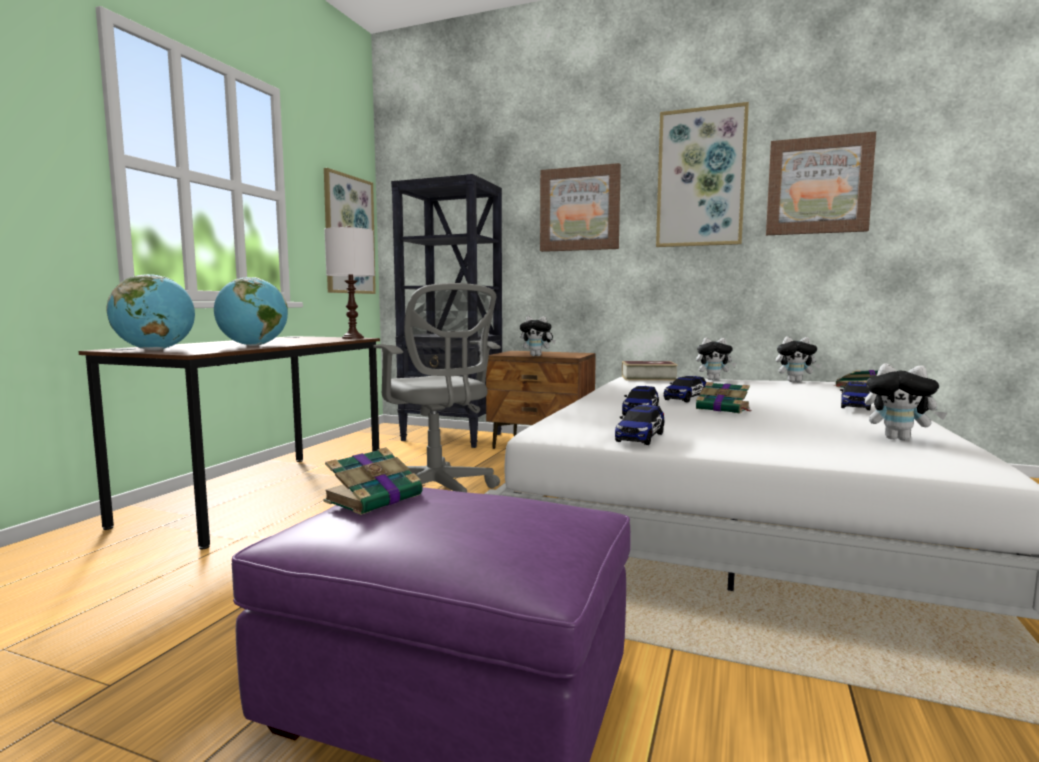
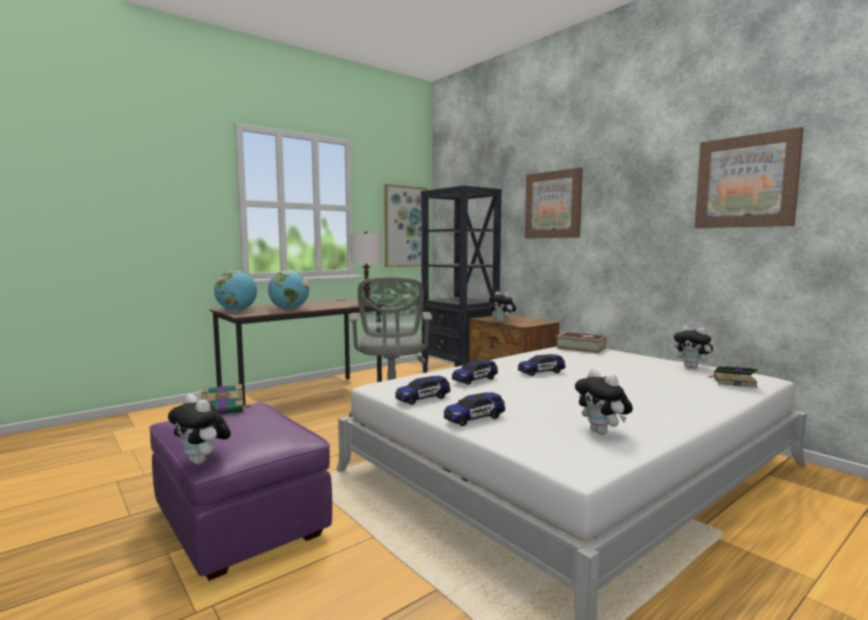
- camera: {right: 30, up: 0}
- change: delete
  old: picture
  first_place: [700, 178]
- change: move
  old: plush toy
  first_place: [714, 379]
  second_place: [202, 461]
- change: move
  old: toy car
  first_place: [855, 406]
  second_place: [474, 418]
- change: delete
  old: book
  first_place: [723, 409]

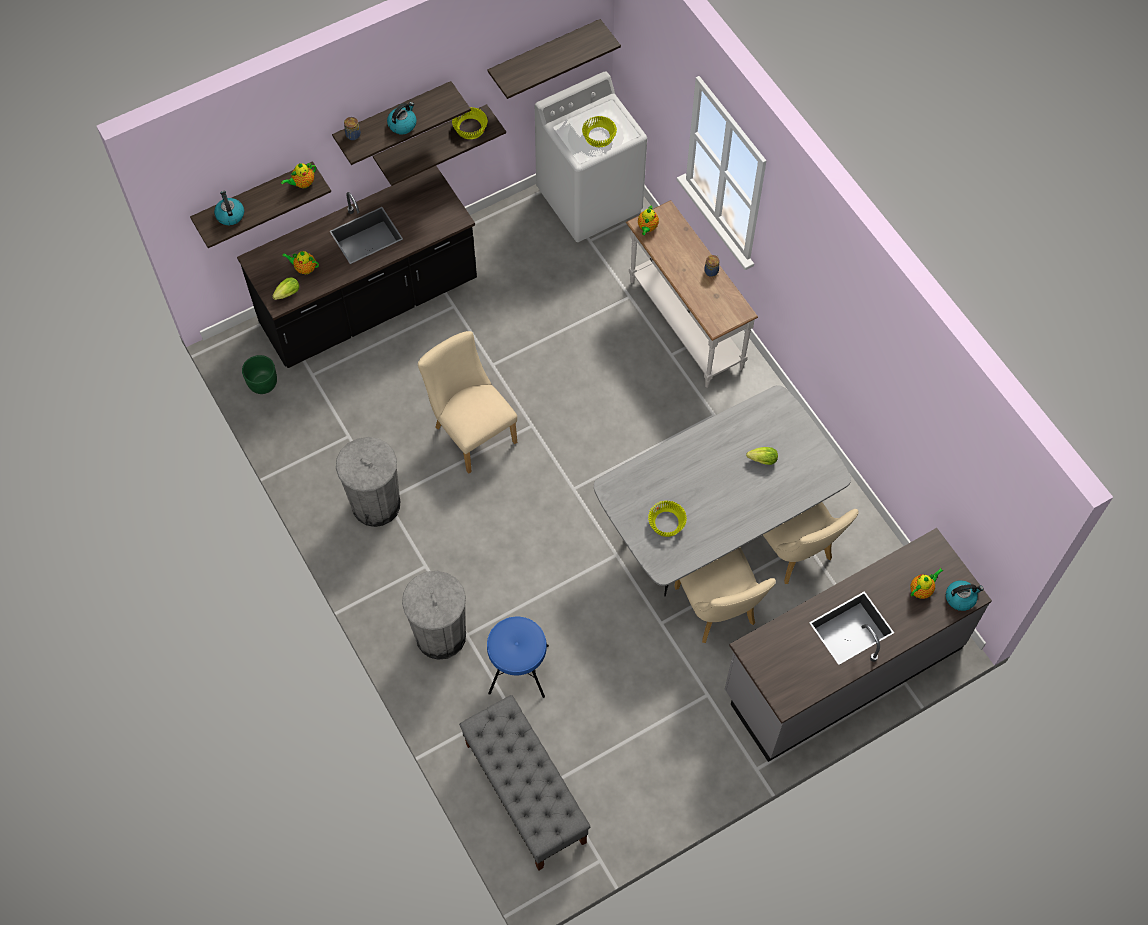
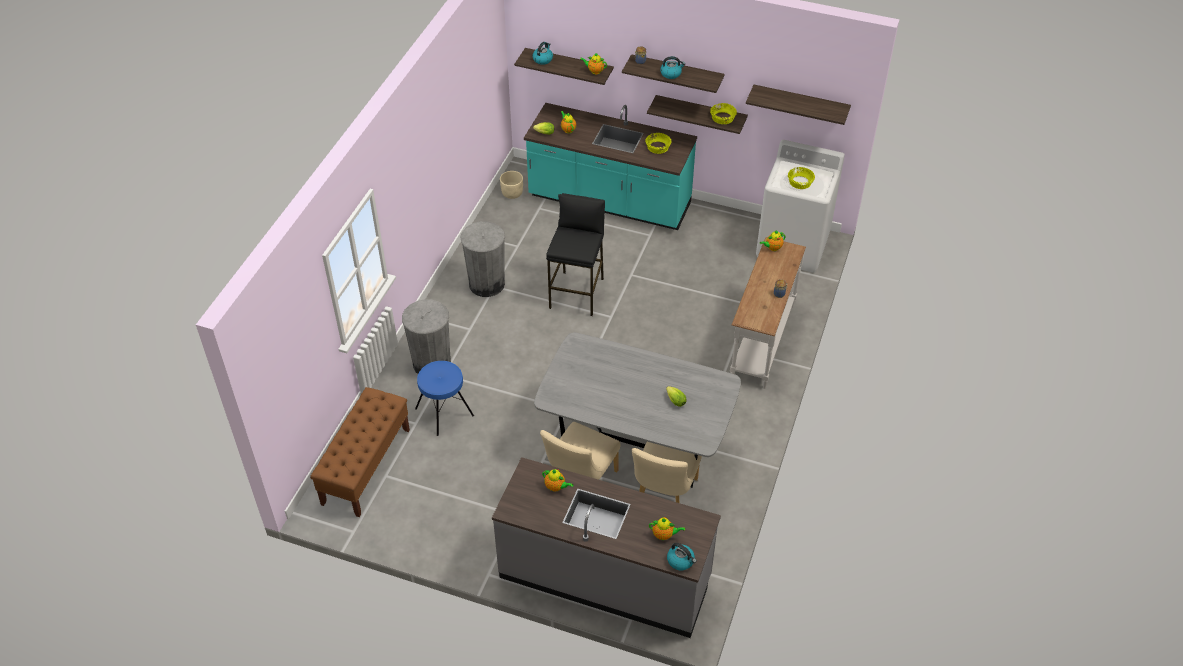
- camera: {right: 50, up: -15}
- change: recolor
  old: black counter
  new: turquoise counter
  first_place: [369, 304]
  second_place: [609, 202]
- change: replace
  old: beige chair
  new: black stool
  first_place: [471, 431]
  second_place: [577, 293]
- change: recolor
  old: green planter
  new: beige planter
  first_place: [262, 383]
  second_place: [512, 193]
- change: move
  old: yellow bowl
  first_place: [666, 522]
  second_place: [658, 147]
- change: recolor
  old: grey bench
  new: brown bench
  first_place: [525, 792]
  second_place: [366, 466]
- change: insert
  new: teapot
  second_place: [556, 487]

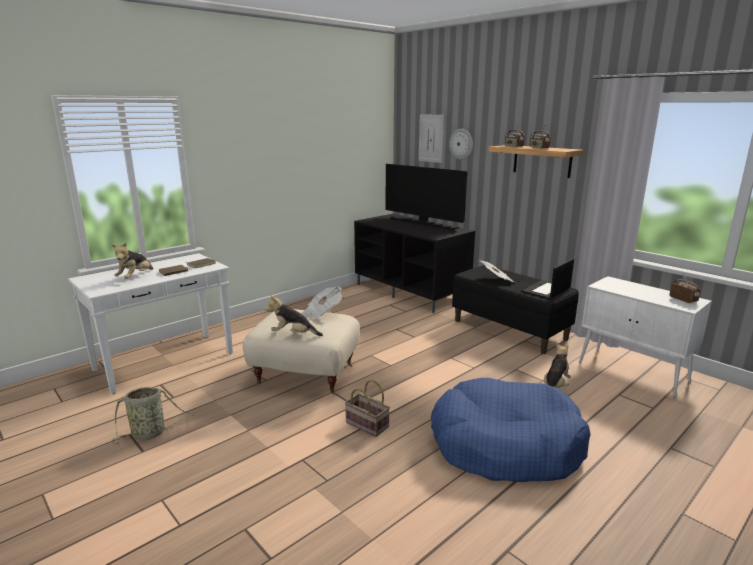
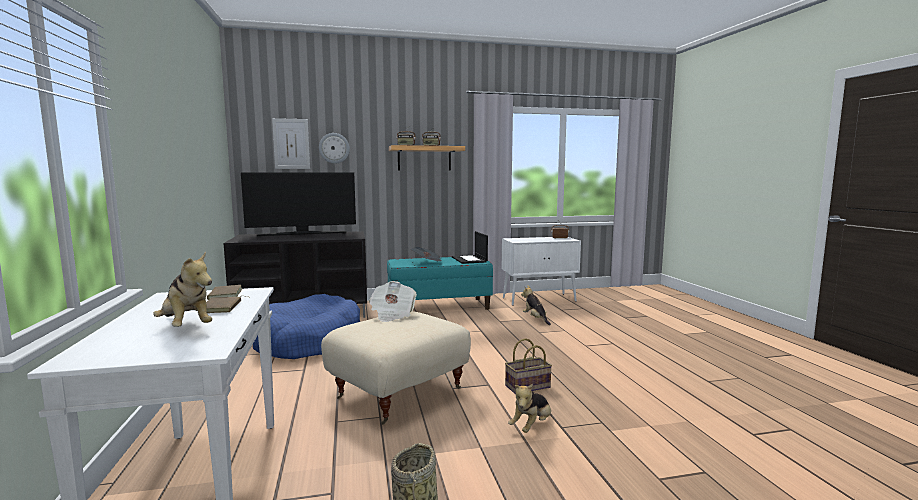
- camera: {right: -60, up: -10}
- change: recolor
  old: black bench
  new: turquoise bench
  first_place: [509, 329]
  second_place: [439, 306]
- change: move
  old: plush toy
  first_place: [293, 334]
  second_place: [531, 426]
- change: move
  old: blue dog bed
  first_place: [505, 445]
  second_place: [308, 341]

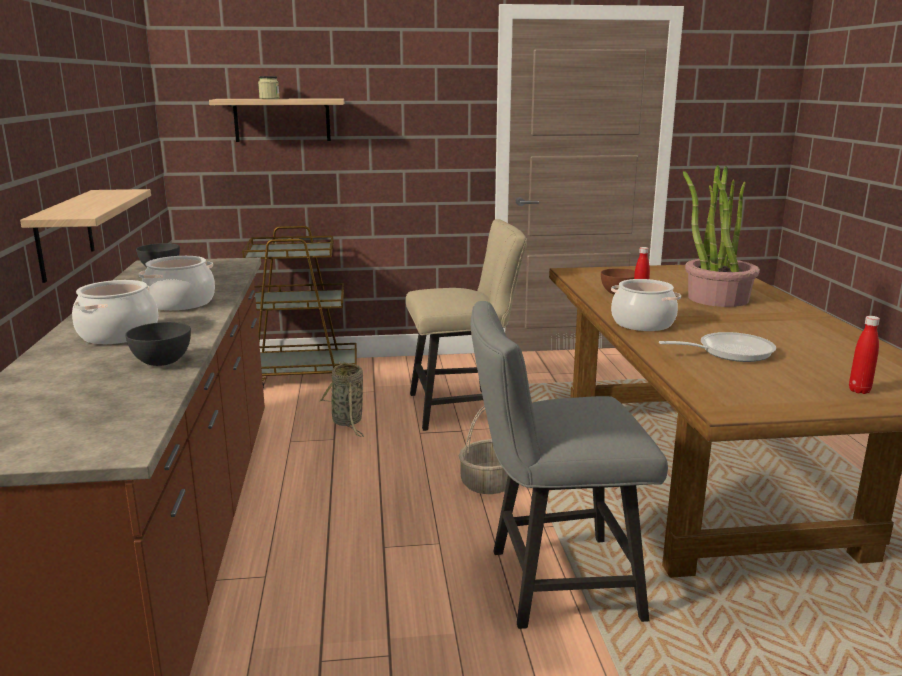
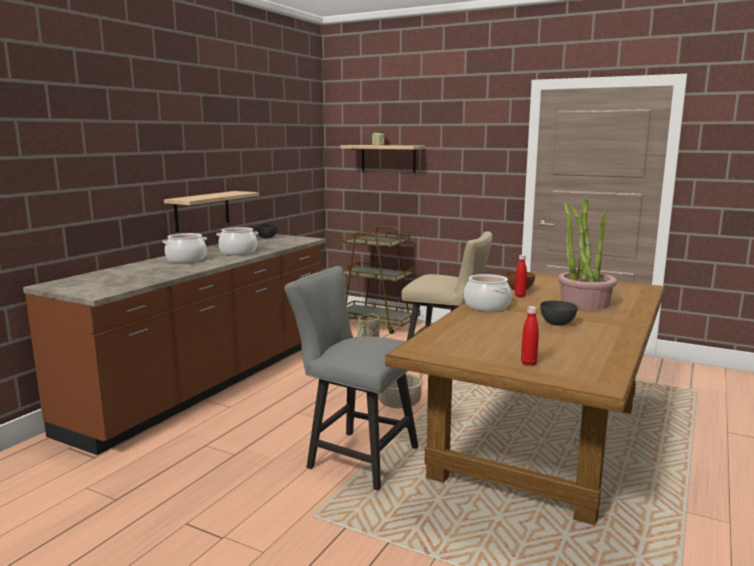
- camera: {right: 35, up: -5}
- change: move
  old: grey bowl
  first_place: [162, 362]
  second_place: [557, 323]
- change: delete
  old: frying pan
  first_place: [729, 352]

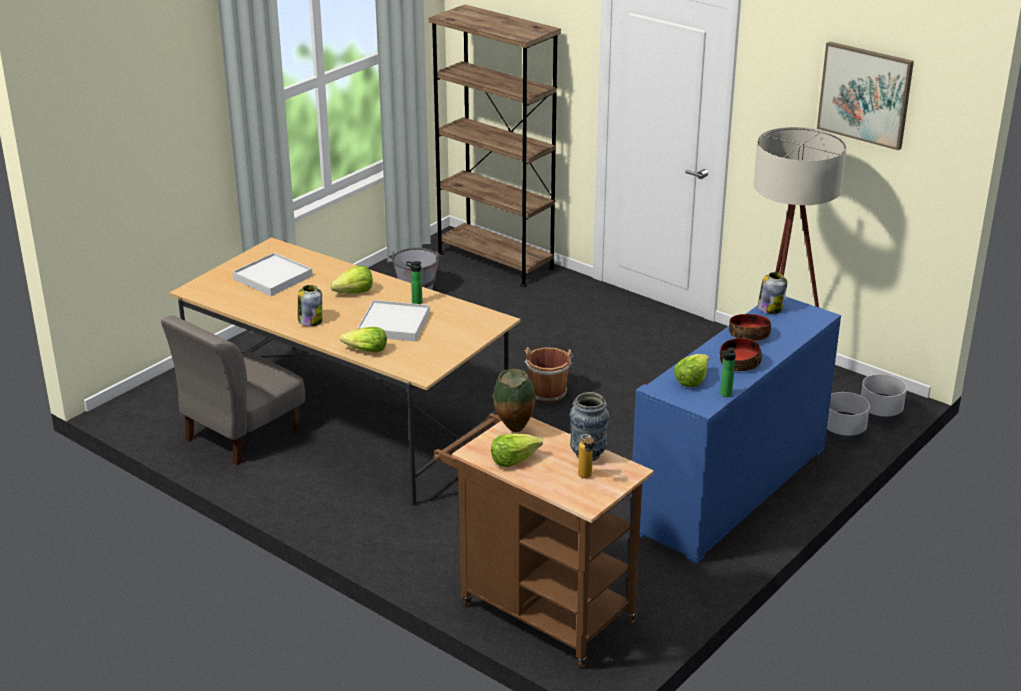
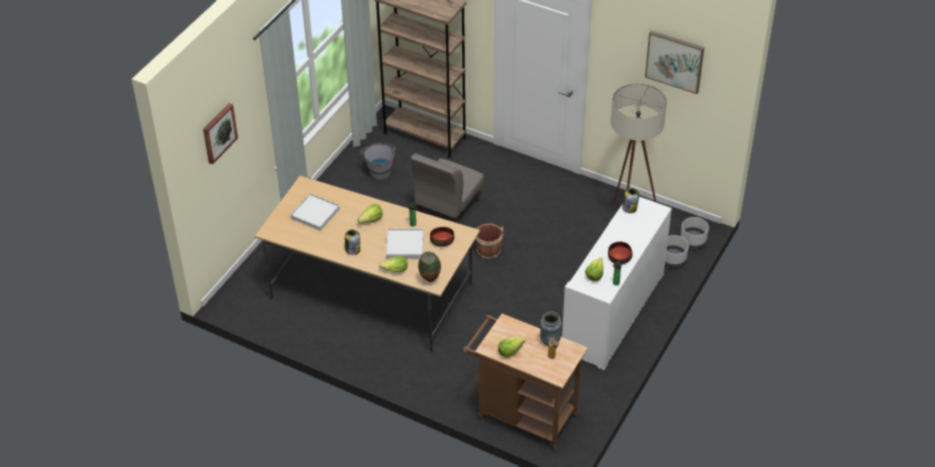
- camera: {right: -10, up: 15}
- change: recolor
  old: blue cabinet
  new: white cabinet
  first_place: [730, 489]
  second_place: [613, 313]
- change: move
  old: bowl
  first_place: [749, 335]
  second_place: [442, 240]
- change: move
  old: grey chair
  first_place: [241, 434]
  second_place: [447, 208]
- change: move
  old: vase
  first_place: [514, 430]
  second_place: [430, 281]
- change: insert
  new: picture
  second_place: [219, 133]

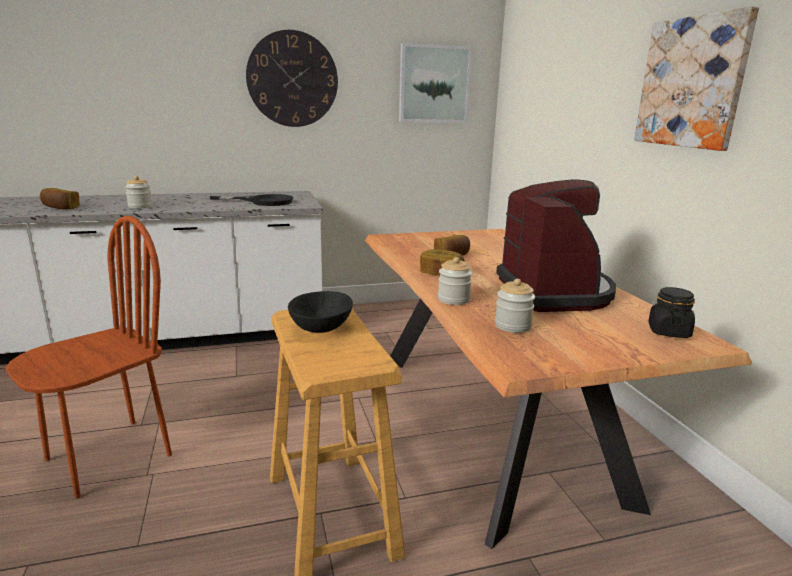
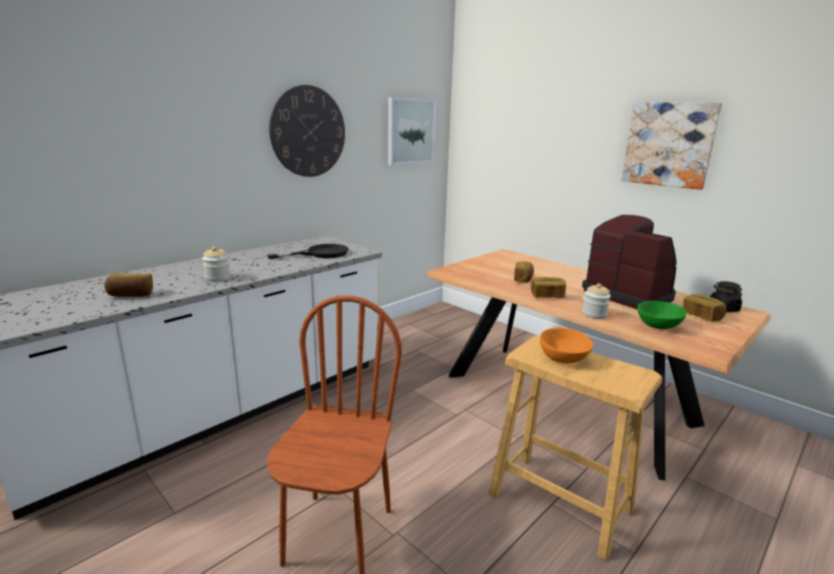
- camera: {right: -30, up: 0}
- change: replace
  old: jar
  new: green bowl
  first_place: [512, 326]
  second_place: [658, 325]
- change: recolor
  old: black bowl
  new: orange bowl
  first_place: [321, 327]
  second_place: [562, 357]
- change: insert
  new: bread
  second_place: [702, 316]

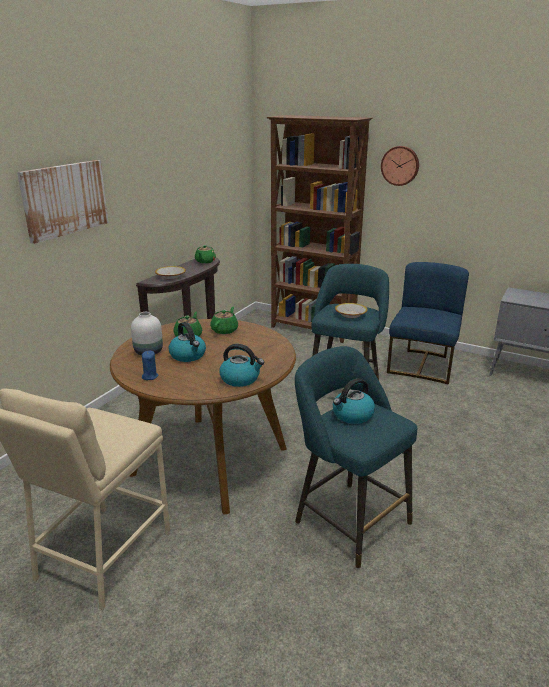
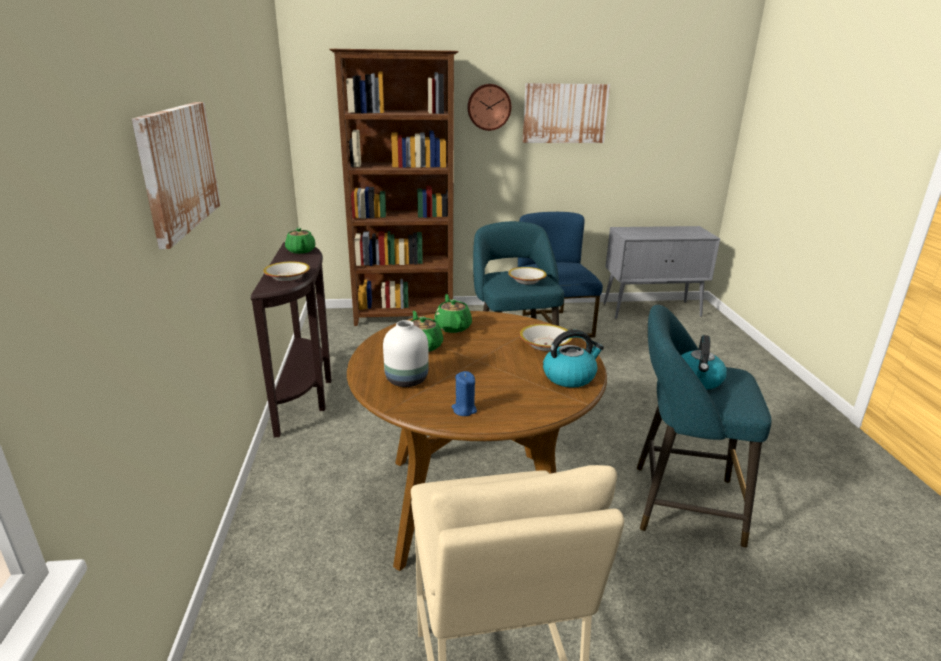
- camera: {right: -35, up: 0}
- change: delete
  old: kettle
  first_place: [188, 355]
- change: insert
  new: picture
  second_place: [565, 113]
- change: insert
  new: bowl
  second_place: [545, 345]

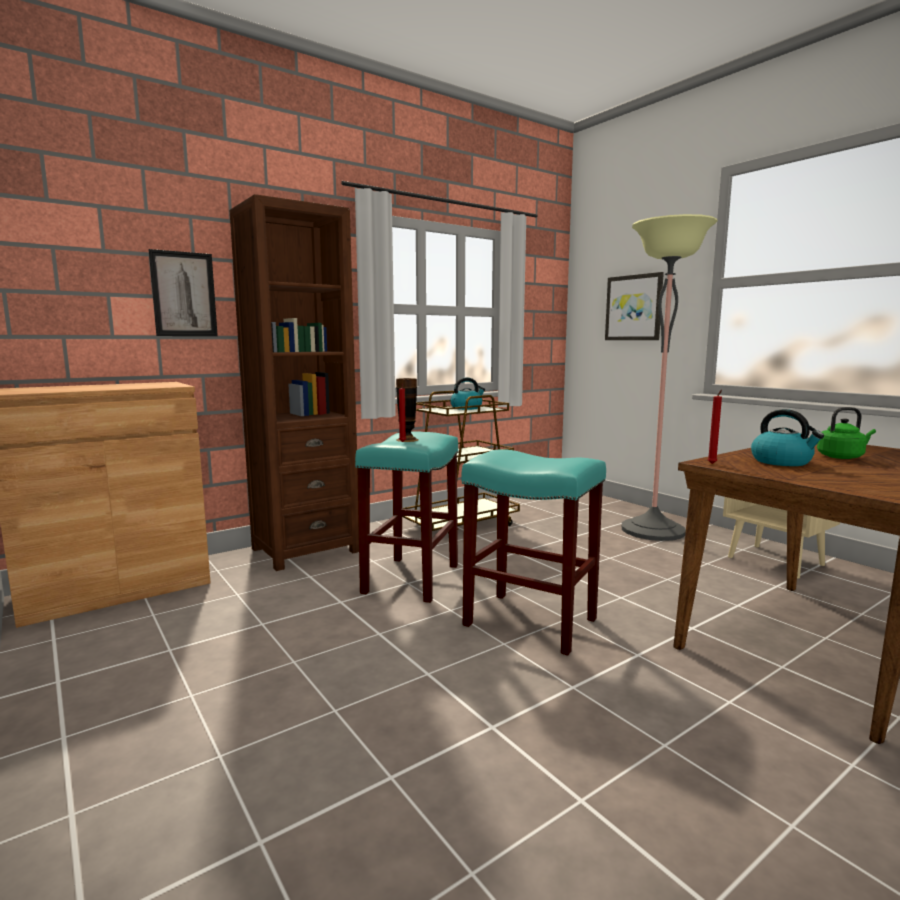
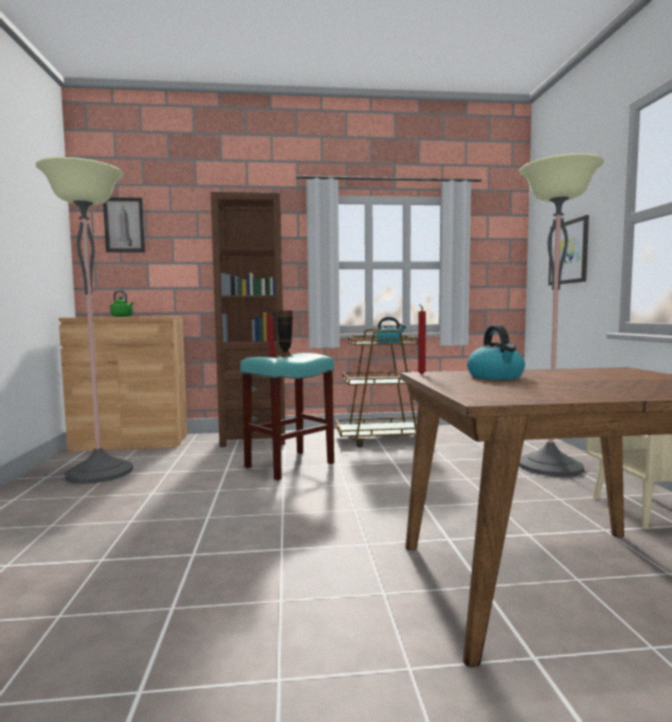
- camera: {right: 30, up: -5}
- change: move
  old: picture
  first_place: [184, 294]
  second_place: [124, 225]
- change: move
  old: green kettle
  first_place: [842, 457]
  second_place: [123, 316]
- change: delete
  old: turquoise stool
  first_place: [528, 622]
- change: insert
  new: floor lamp
  second_place: [99, 472]

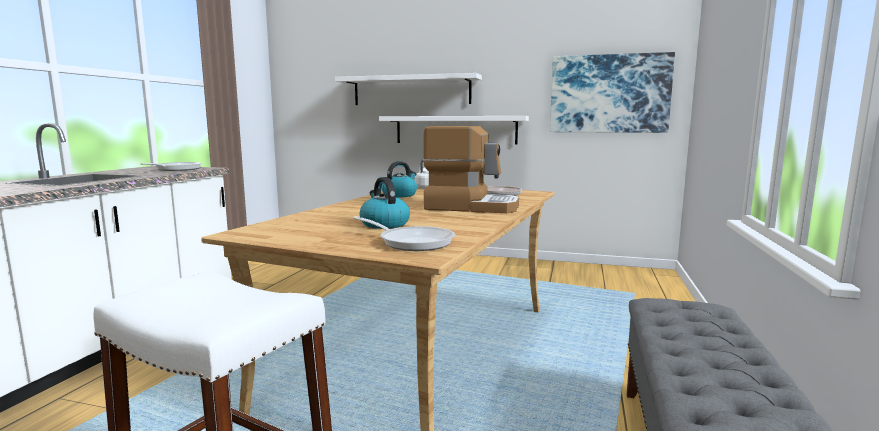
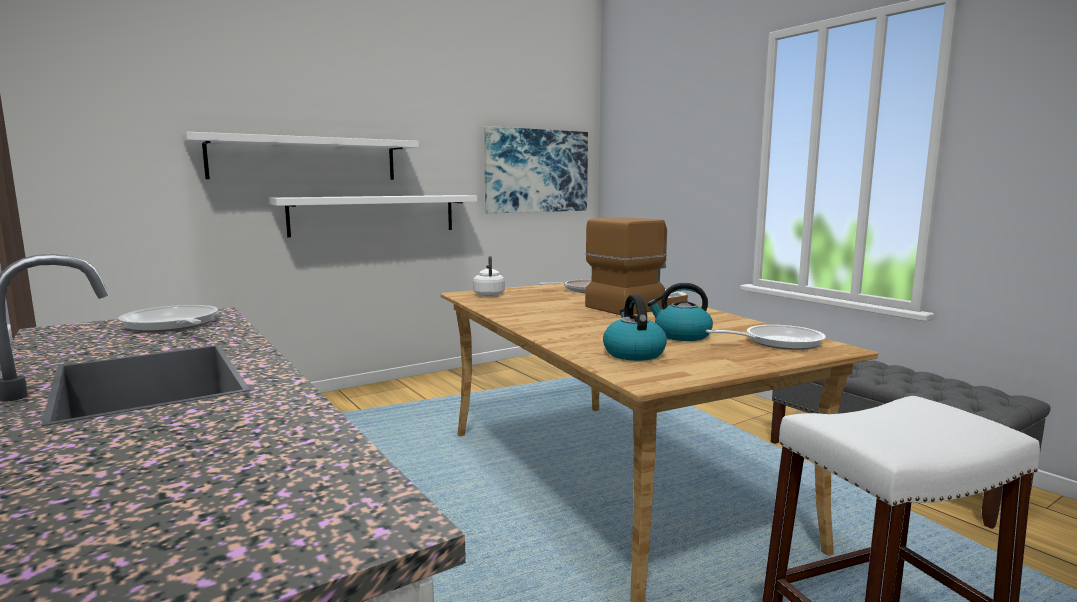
- camera: {right: -50, up: 0}
- change: move
  old: kettle
  first_place: [399, 195]
  second_place: [633, 353]

